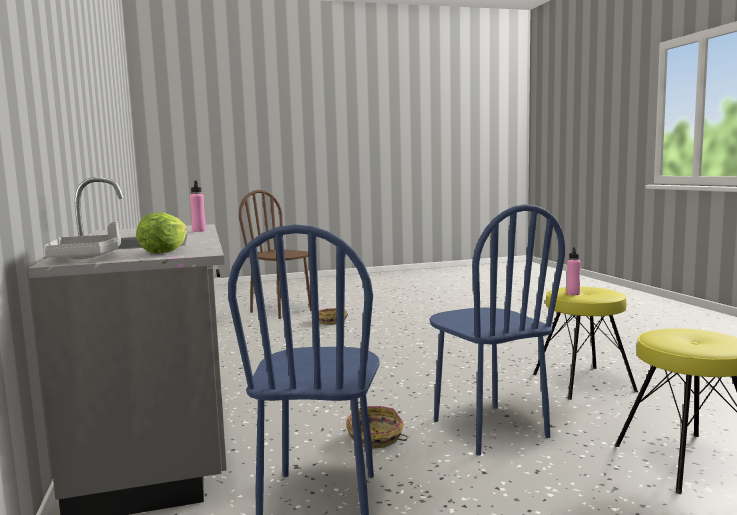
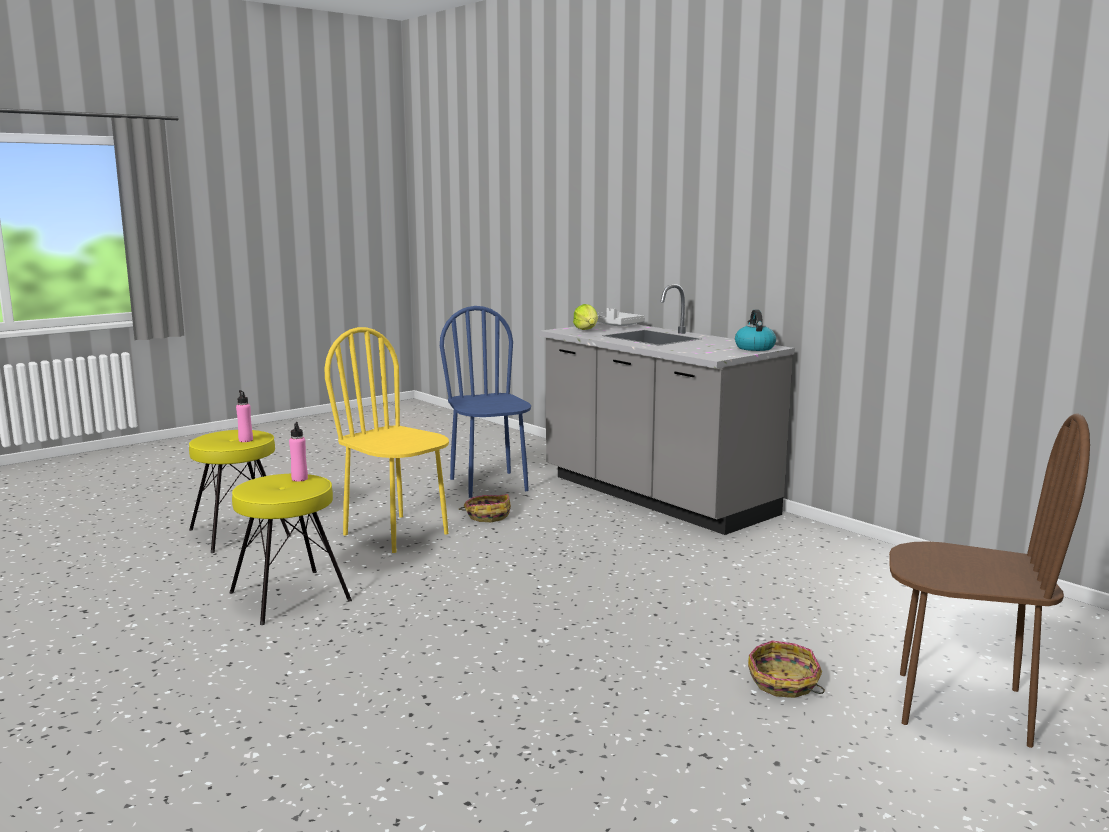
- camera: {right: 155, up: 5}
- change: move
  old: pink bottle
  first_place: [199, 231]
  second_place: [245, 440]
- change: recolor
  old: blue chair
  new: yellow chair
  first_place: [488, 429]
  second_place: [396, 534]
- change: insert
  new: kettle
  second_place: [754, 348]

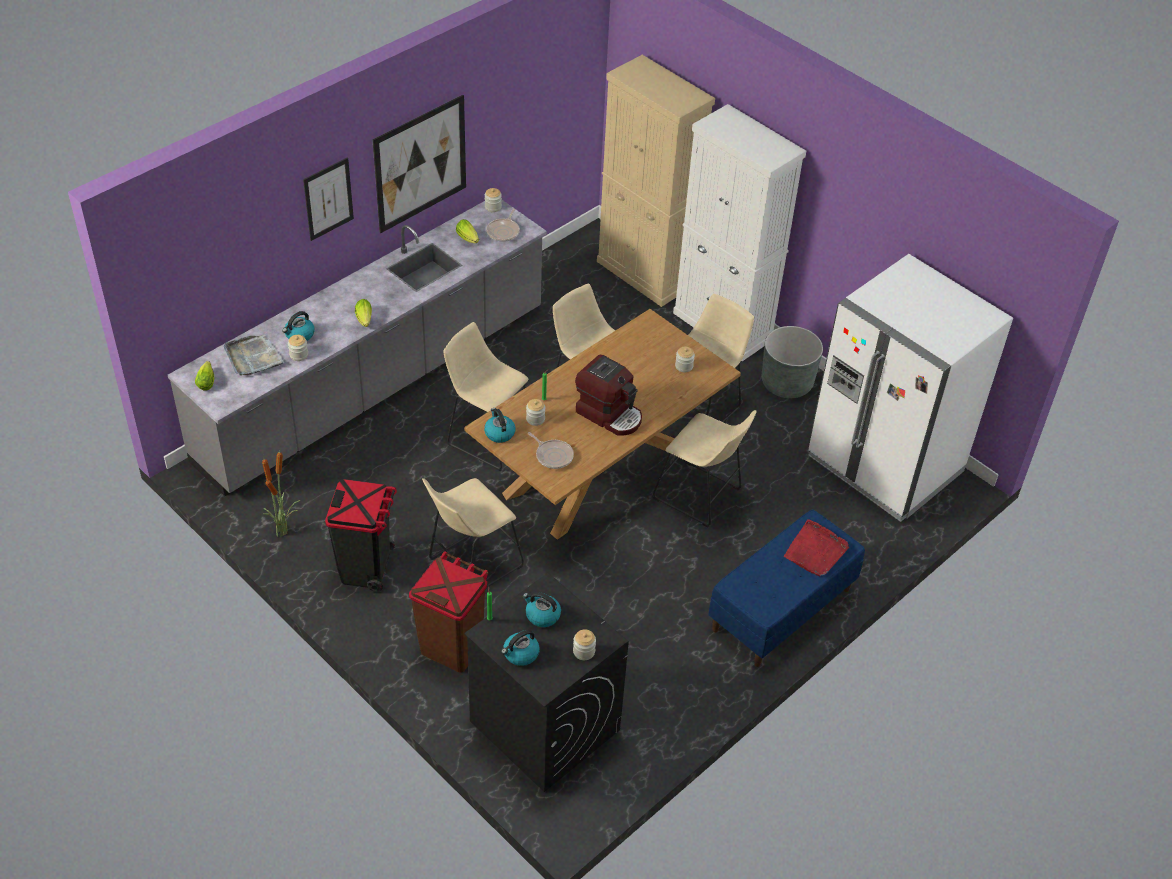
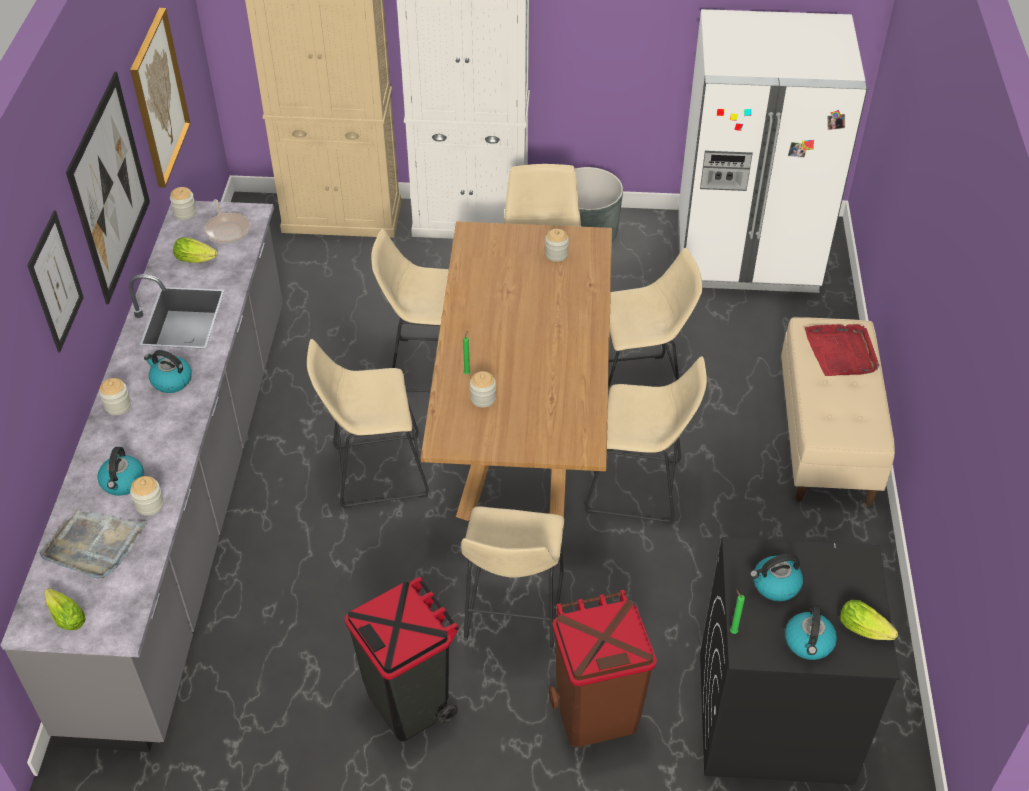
- camera: {right: -40, up: 0}
- change: move
  old: lettuce
  first_place: [364, 320]
  second_place: [866, 630]
- change: delete
  old: coffee machine
  first_place: [610, 414]
- change: move
  old: kettle
  first_place: [499, 433]
  second_place: [171, 381]
- change: delete
  old: frying pan
  first_place: [553, 455]
- change: delete
  old: potted plant
  first_place: [283, 531]
- change: recolor
  old: blue bench
  new: beige bench
  first_place: [781, 610]
  second_place: [826, 438]
- change: move
  old: jar
  first_place: [584, 651]
  second_place: [118, 406]
- change: insert
  new: picture
  second_place: [158, 98]
- change: insert
  new: beige stool
  second_place: [640, 488]

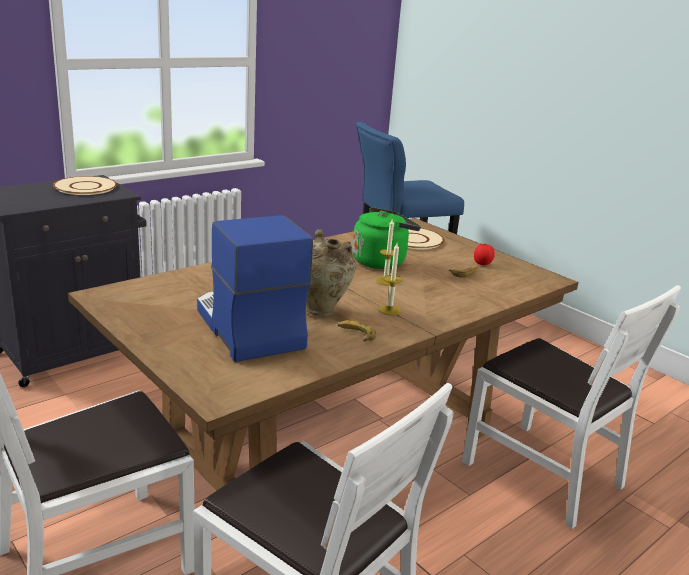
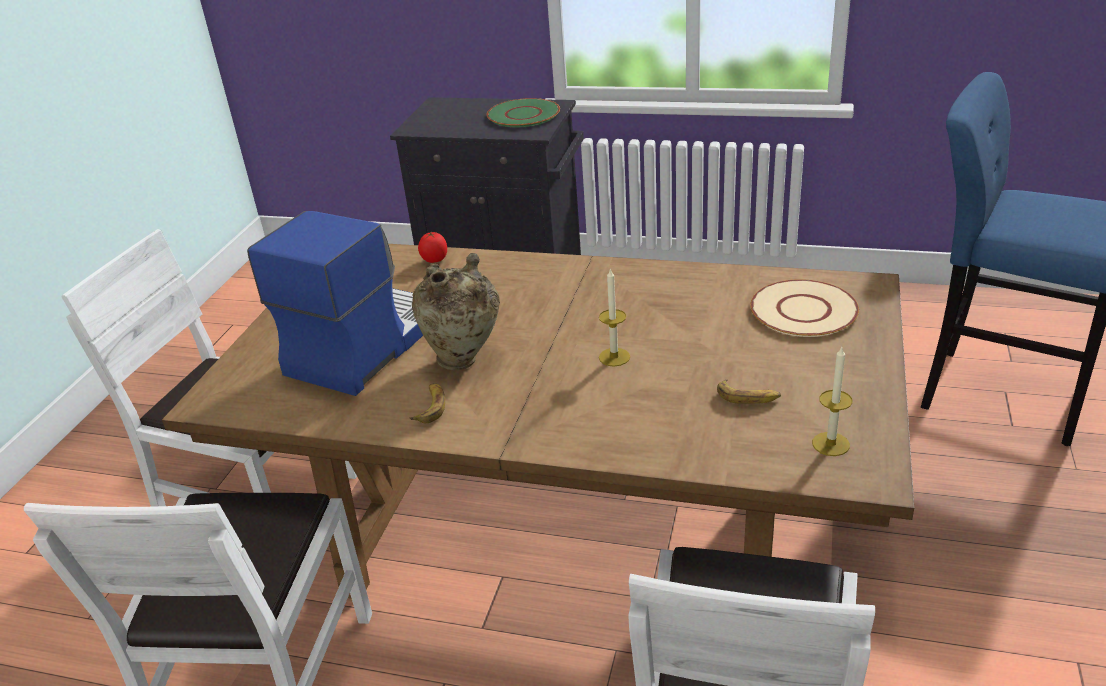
- camera: {right: 60, up: 10}
- change: recolor
  old: beige plate
  new: green plate
  first_place: [85, 187]
  second_place: [523, 115]
- change: delete
  old: green kettle
  first_place: [381, 261]
- change: move
  old: candle
  first_place: [389, 310]
  second_place: [830, 444]
- change: move
  old: tomato
  first_place: [482, 264]
  second_place: [434, 260]

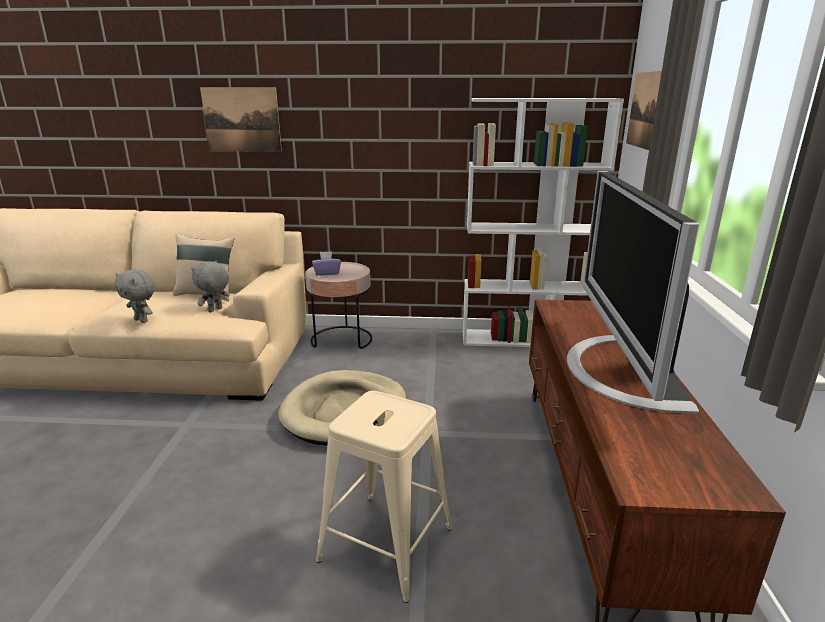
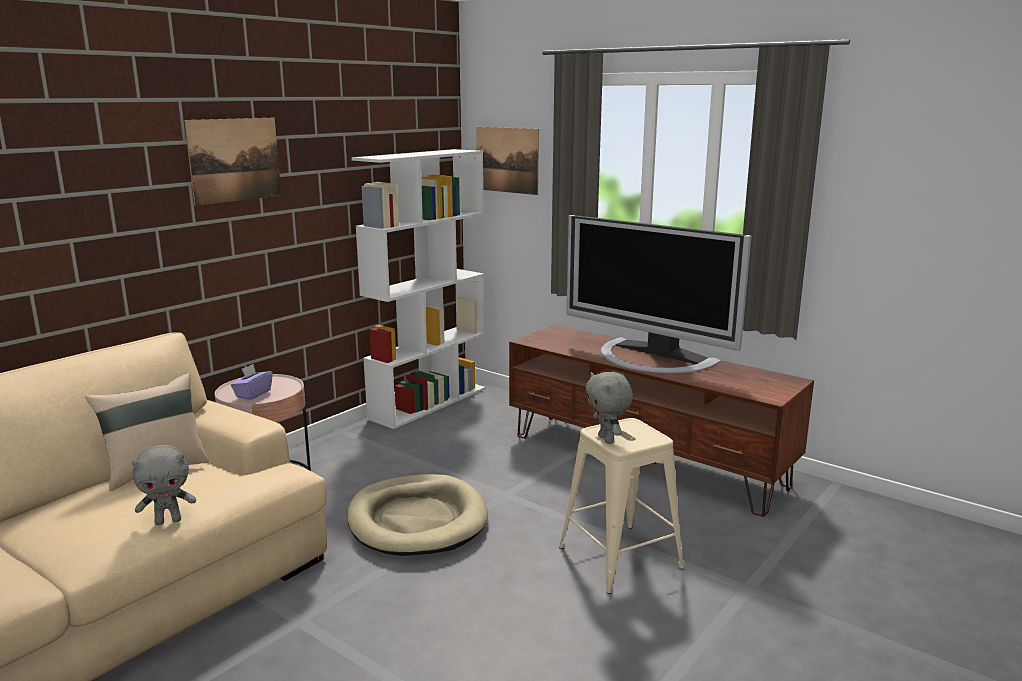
- camera: {right: -55, up: -5}
- change: move
  old: picture
  first_place: [241, 120]
  second_place: [235, 160]
- change: move
  old: grey plush toy
  first_place: [215, 310]
  second_place: [607, 439]

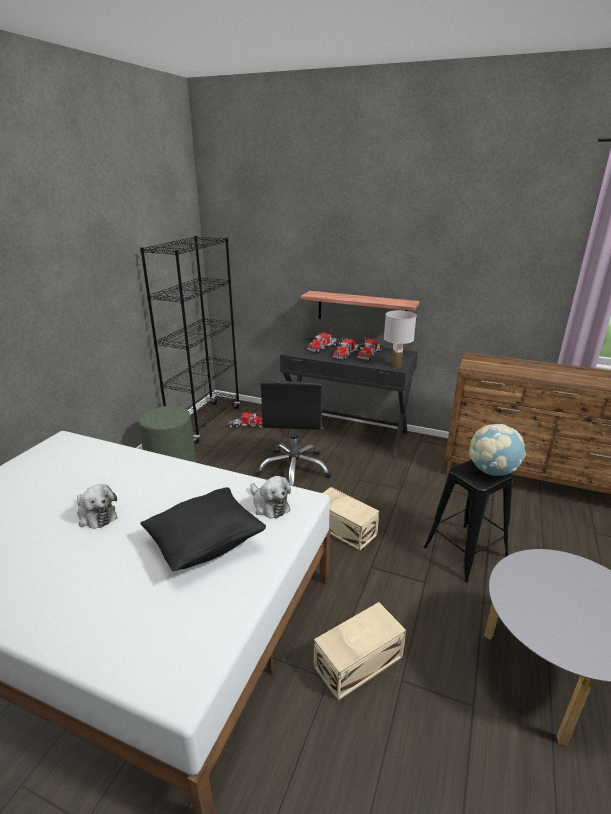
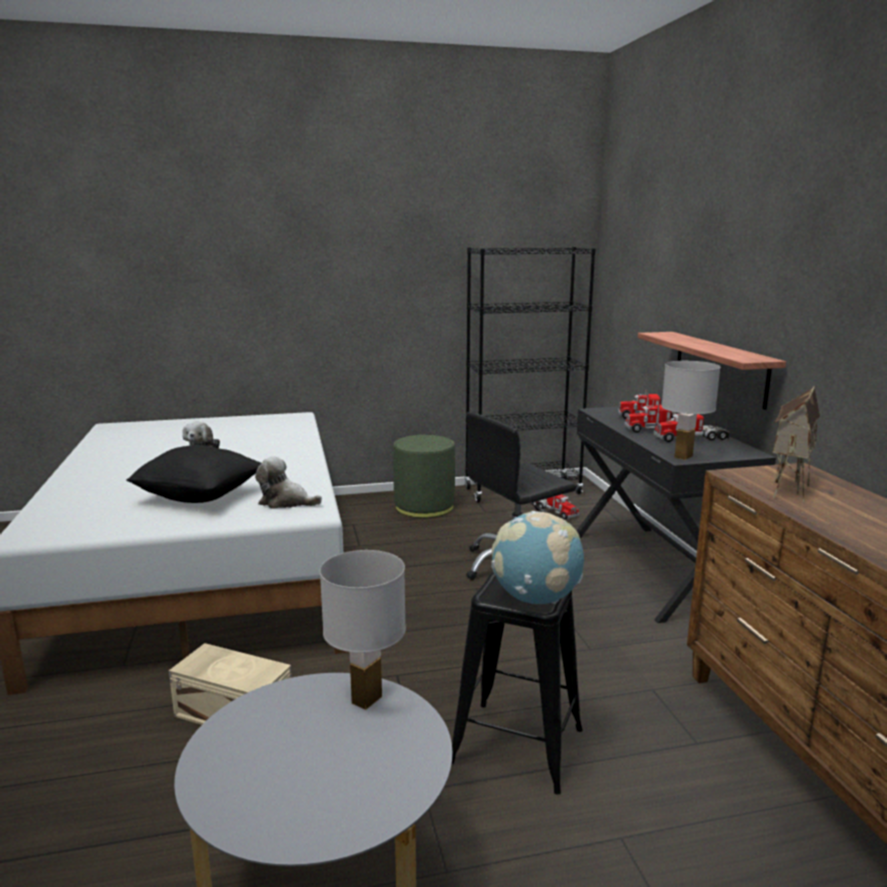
- camera: {right: 55, up: -10}
- change: rotate
  old: plush toy
  first_place: [269, 505]
  second_place: [285, 502]
  degrees: 90
- change: delete
  old: beige storage box
  first_place: [343, 528]
- change: insert
  new: toy house
  second_place: [786, 489]
- change: insert
  new: white table lamp
  second_place: [366, 699]

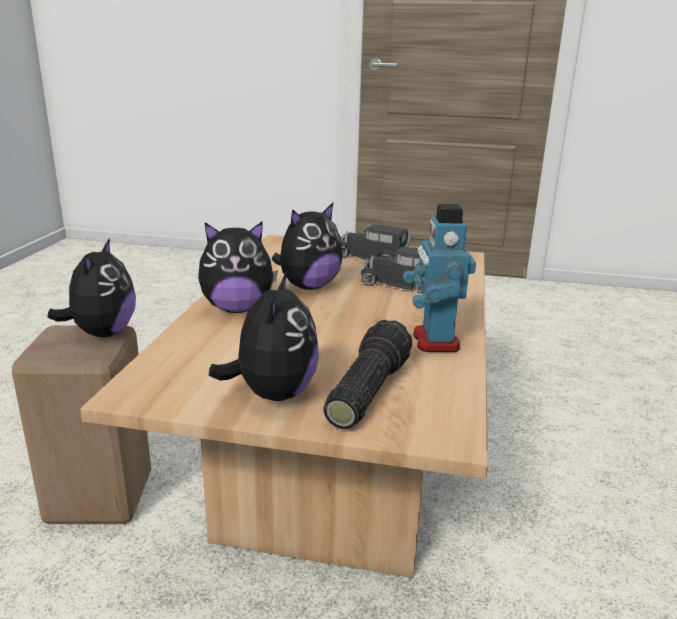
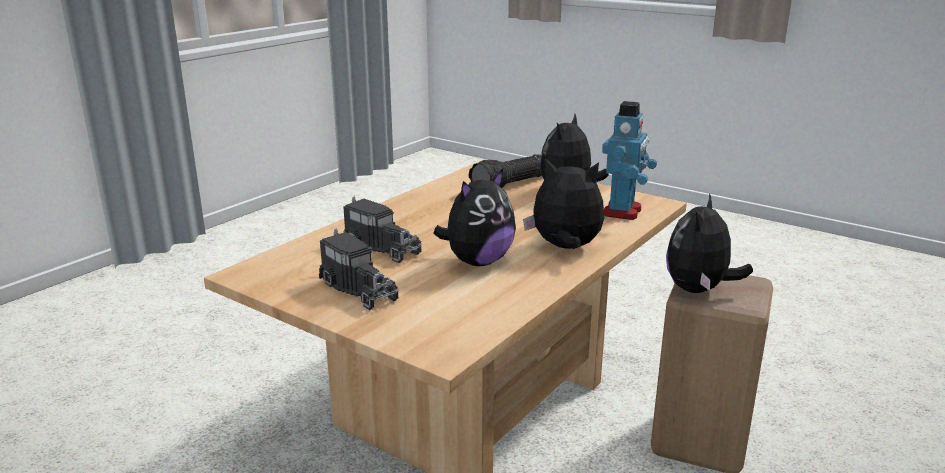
- camera: {right: -155, up: 0}
- change: rotate
  old: plush toy
  first_place: [308, 286]
  second_place: [478, 261]
  degrees: 150
- change: move
  old: toy robot
  first_place: [434, 341]
  second_place: [623, 212]

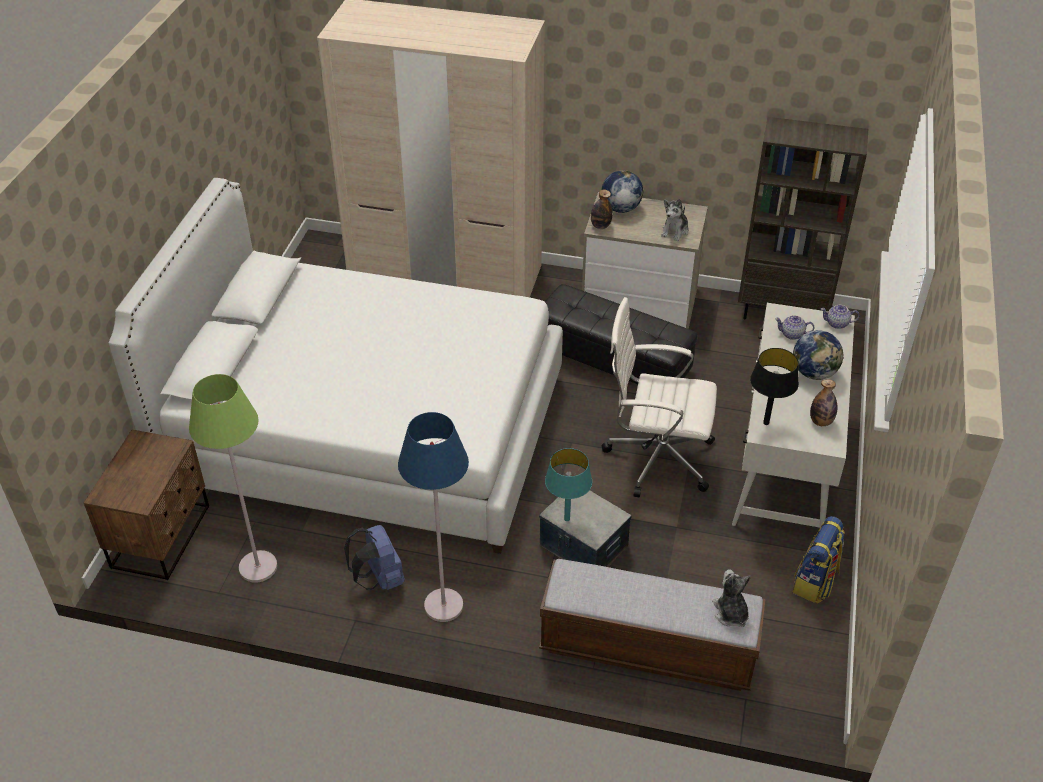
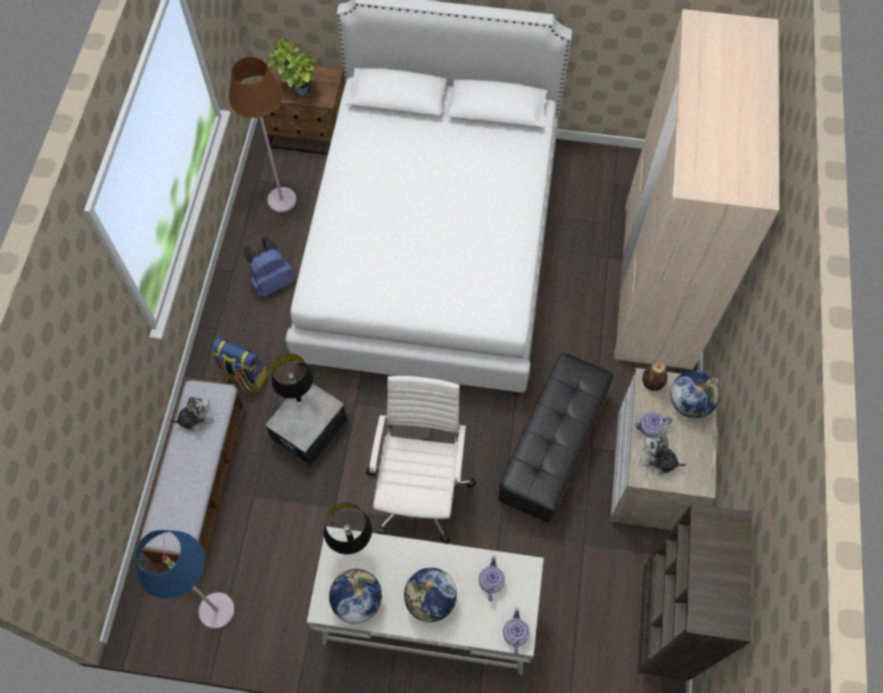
- camera: {right: 85, up: 20}
- change: recolor
  old: green floor lamp
  new: brown floor lamp
  first_place: [258, 567]
  second_place: [281, 200]
- change: replace
  old: bottle
  new: globe
  first_place: [821, 421]
  second_place: [357, 601]
- change: move
  old: blue floor lamp
  first_place: [443, 606]
  second_place: [216, 610]
- change: recolor
  old: turquoise table lamp
  new: black table lamp
  first_place: [567, 519]
  second_place: [299, 399]
- change: move
  old: backpack
  first_place: [815, 582]
  second_place: [244, 377]
- change: move
  old: plush toy
  first_place: [730, 613]
  second_place: [196, 418]
- change: insert
  new: potted plant
  second_place: [298, 91]
- change: insert
  new: teapot
  second_place: [650, 428]

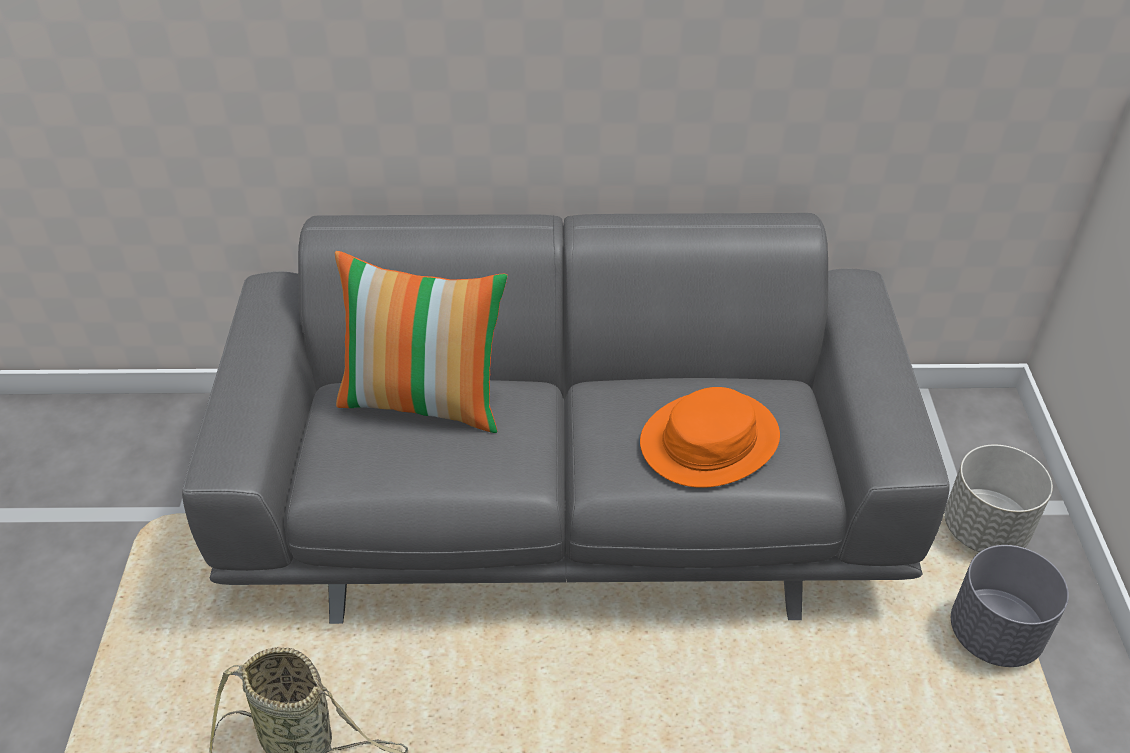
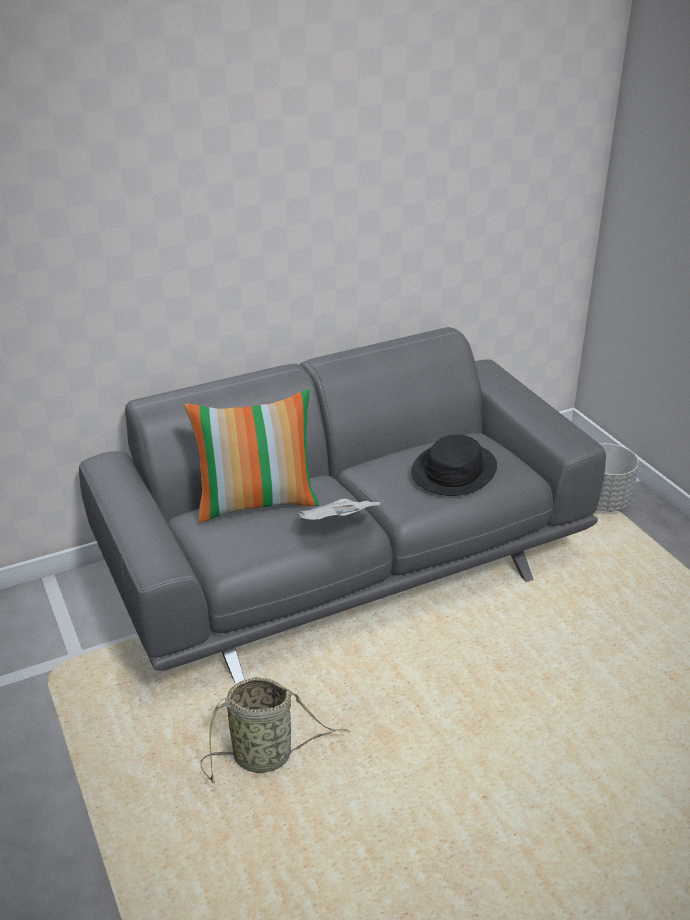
- camera: {right: -25, up: -10}
- change: recolor
  old: orange hat
  new: black hat
  first_place: [709, 440]
  second_place: [453, 470]
- change: delete
  old: grey planter
  first_place: [993, 634]
- change: insert
  new: newspaper
  second_place: [339, 527]

